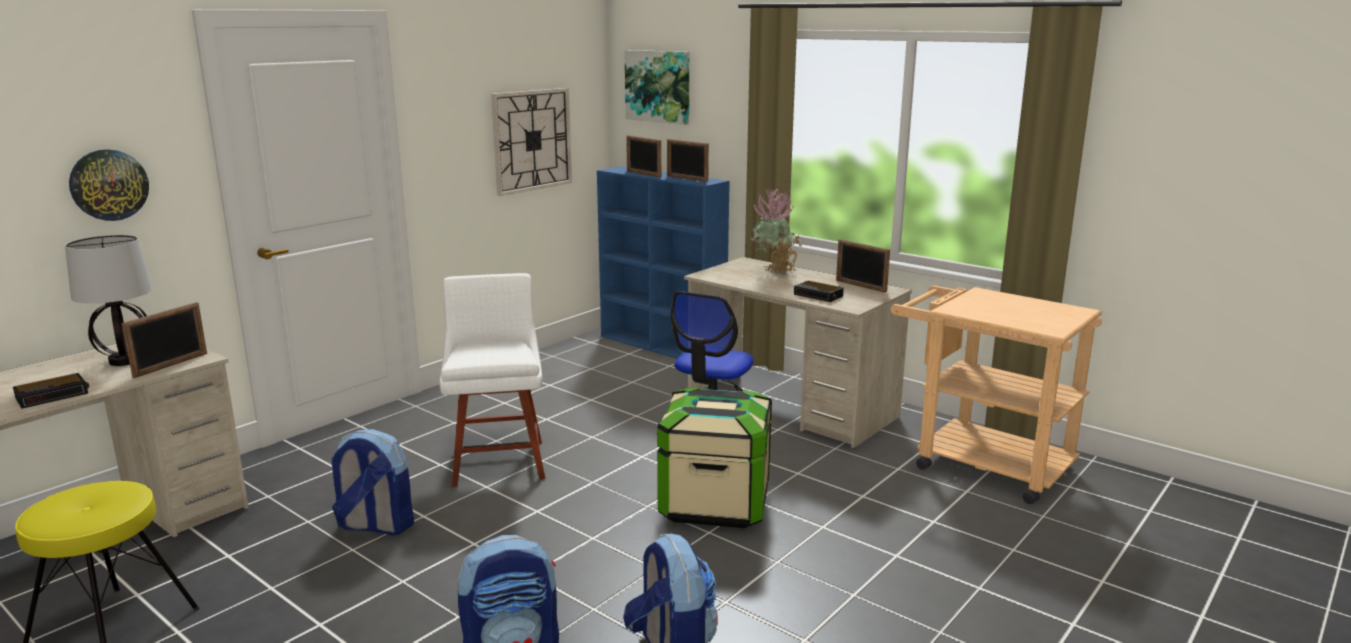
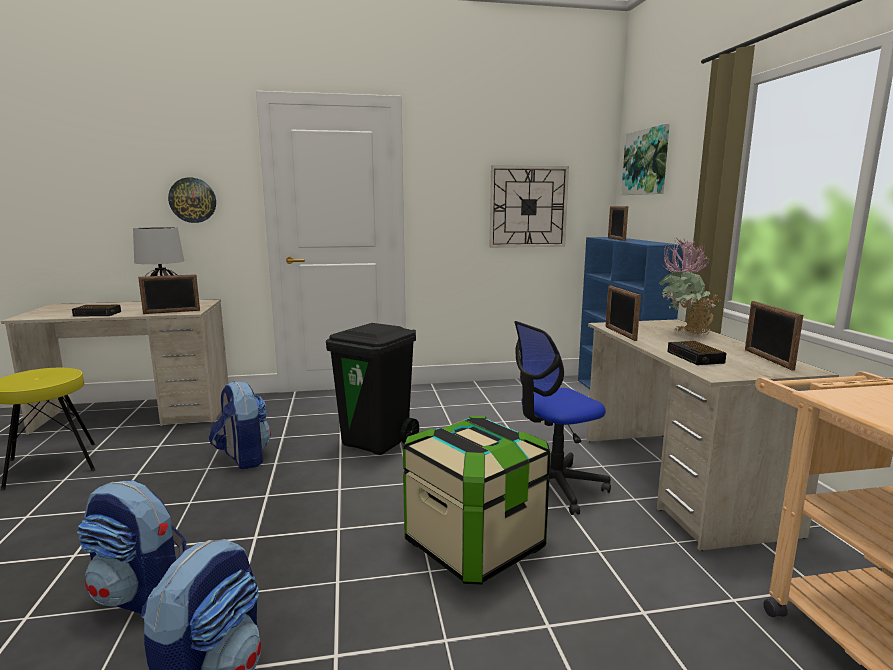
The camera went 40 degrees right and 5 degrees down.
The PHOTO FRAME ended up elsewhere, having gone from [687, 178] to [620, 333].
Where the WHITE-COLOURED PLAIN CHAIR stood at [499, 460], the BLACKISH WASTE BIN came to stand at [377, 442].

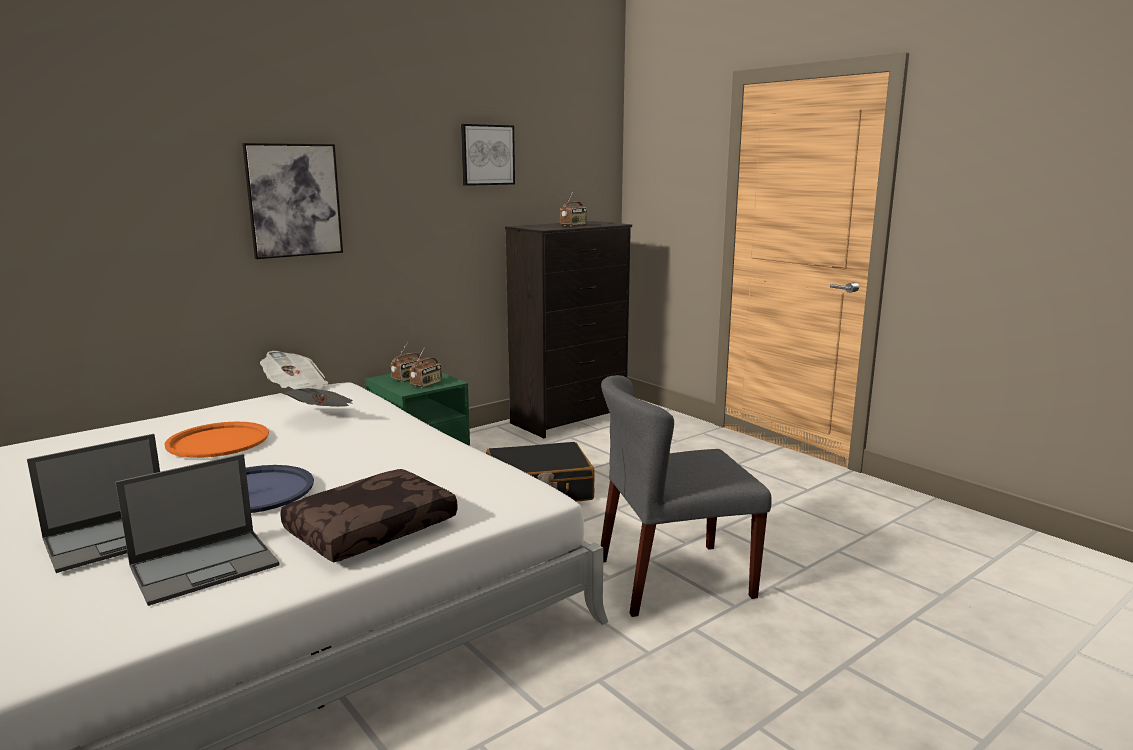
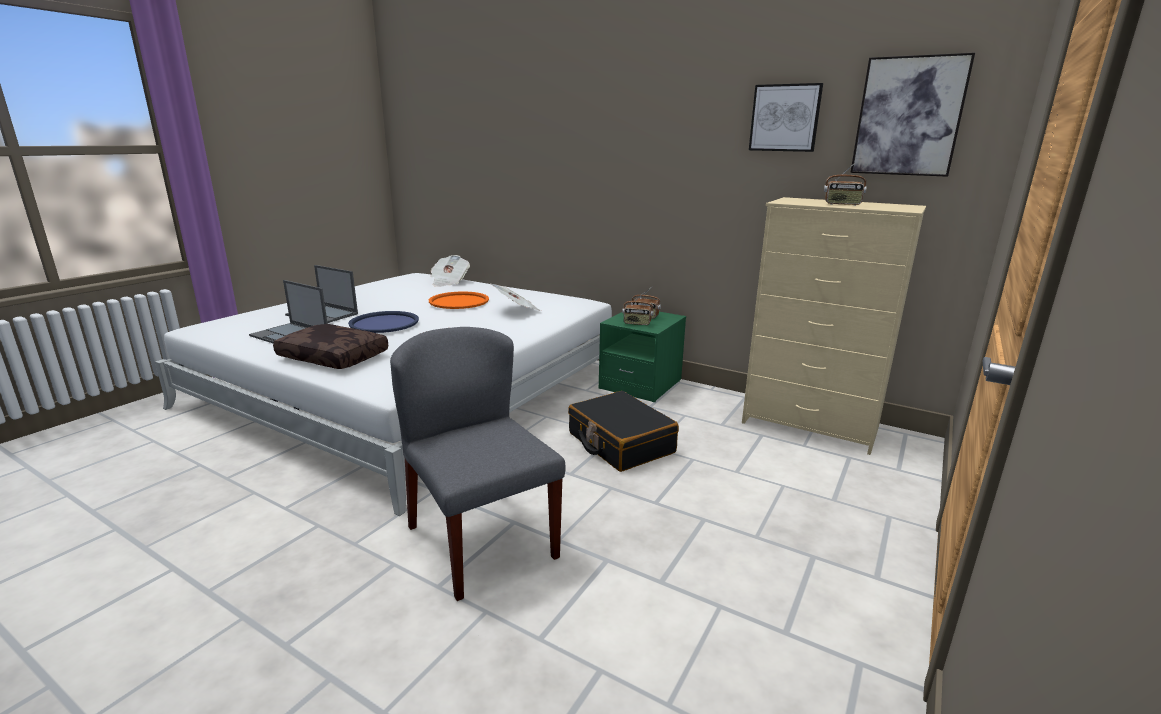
The camera went 70 degrees right and 5 degrees up.
The WALL ART ended up elsewhere, having gone from [294, 200] to [908, 116].
What was the BLACKISH CHEST OF DRAWERS at [570, 419] turned into the BEIGE-COLOURED CHEST OF DRAWERS at [810, 426].
The DAILY PAPER ended up elsewhere, having gone from [296, 389] to [449, 282].

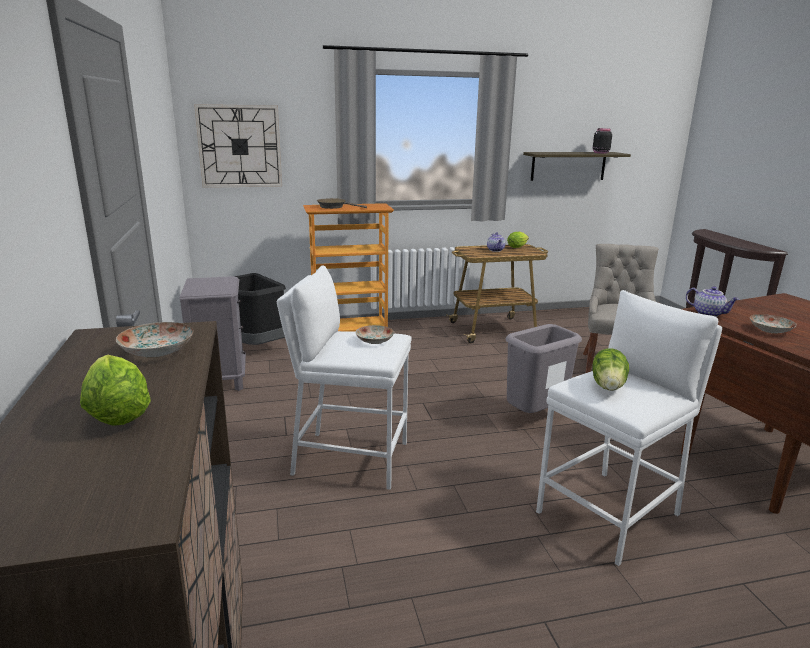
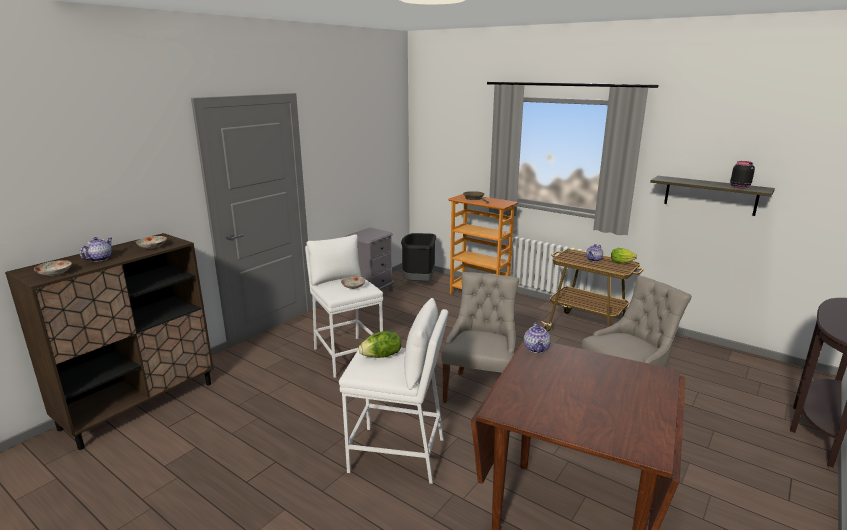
The camera went 50 degrees right and 0 degrees up.
The second view lost the CLOCK ON THE WALL at [240, 146].
The FLAT DISH ended up elsewhere, having gone from [770, 330] to [55, 273].
Where the GRAY WASTE BIN stood at [535, 416], the GRAY PLAIN CHAIR came to stand at [480, 390].
Where the LETTUCE stood at [117, 412], the TEAPOT came to stand at [99, 259].

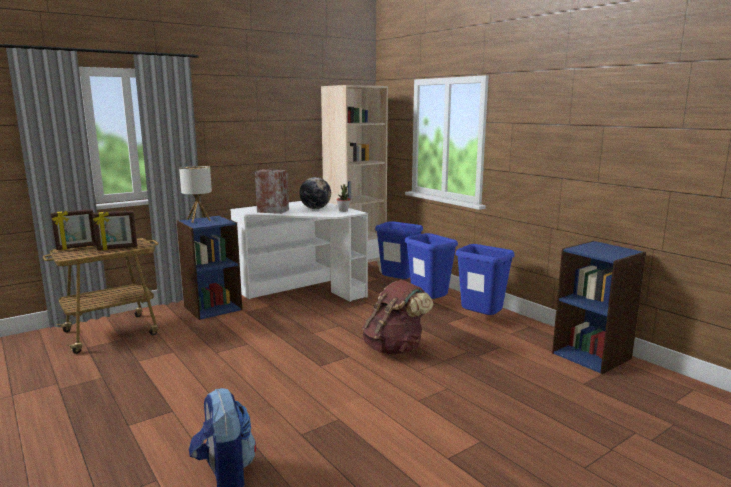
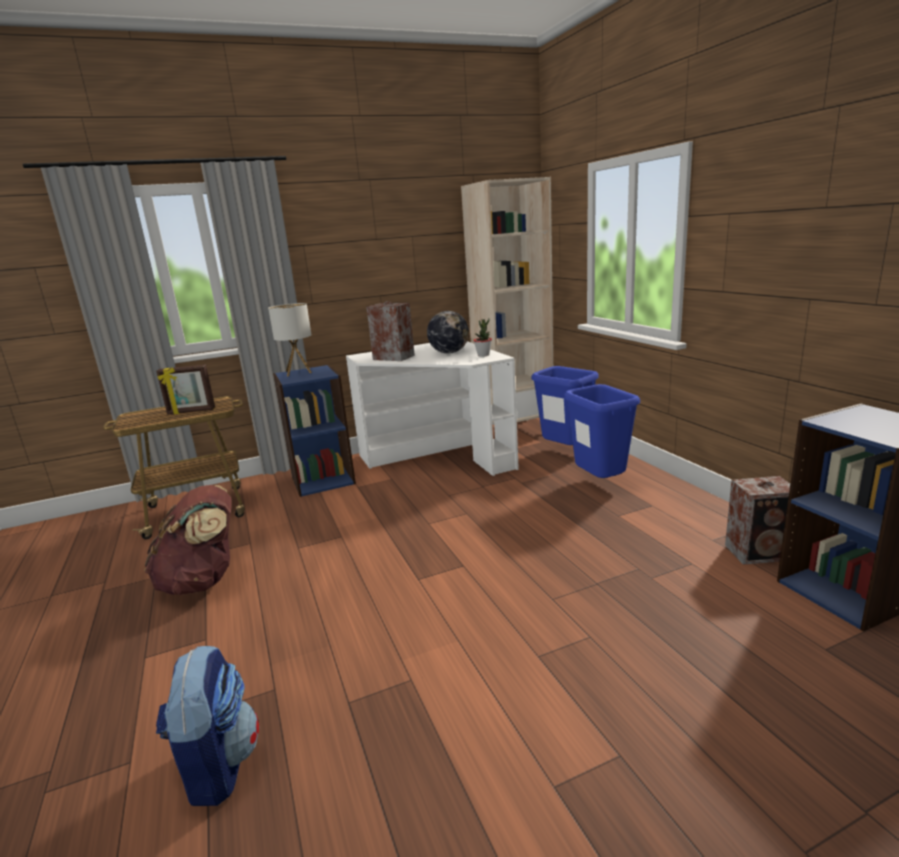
The camera went 15 degrees right and 5 degrees up.
The second view lost the PHOTO FRAME at [77, 247].
The second view lost the BLUISH WASTE BIN at [481, 321].
The BROWN RUCKSACK ended up elsewhere, having gone from [395, 348] to [203, 580].
The second view gained the AUDIO SPEAKER at [759, 553].

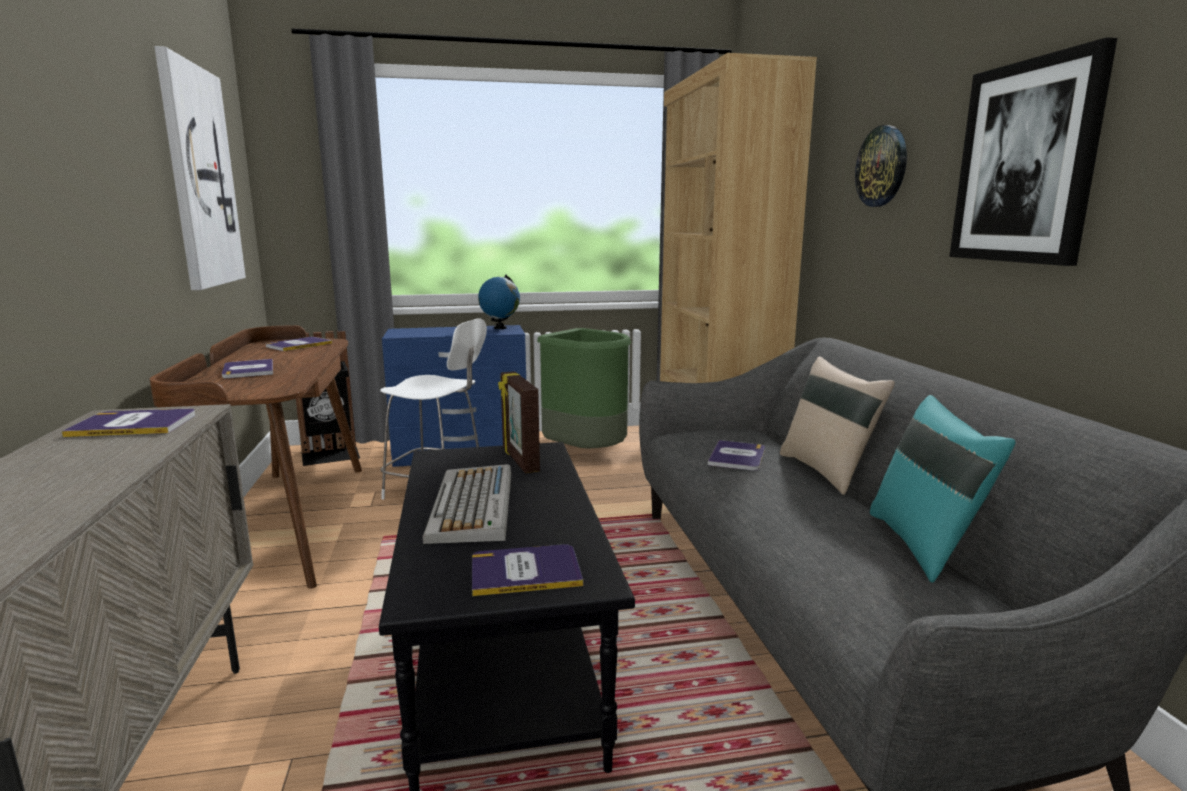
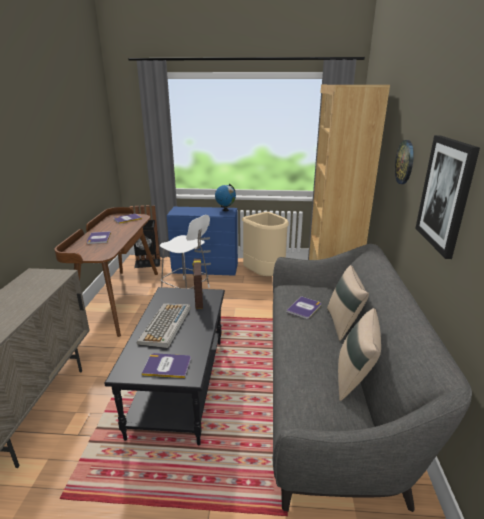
The camera went 15 degrees right and 10 degrees up.
The second view lost the WALL ART at [199, 177].
What was the GREEN-COLOURED WASTE BIN at [587, 453] turned into the BEIGE-COLOURED WASTE BIN at [265, 276].
What was the BLUE-GREEN THROW PILLOW at [925, 545] turned into the BEIGE-COLOURED THROW PILLOW at [354, 379].
The second view lost the BOUND BOOK at [134, 425].

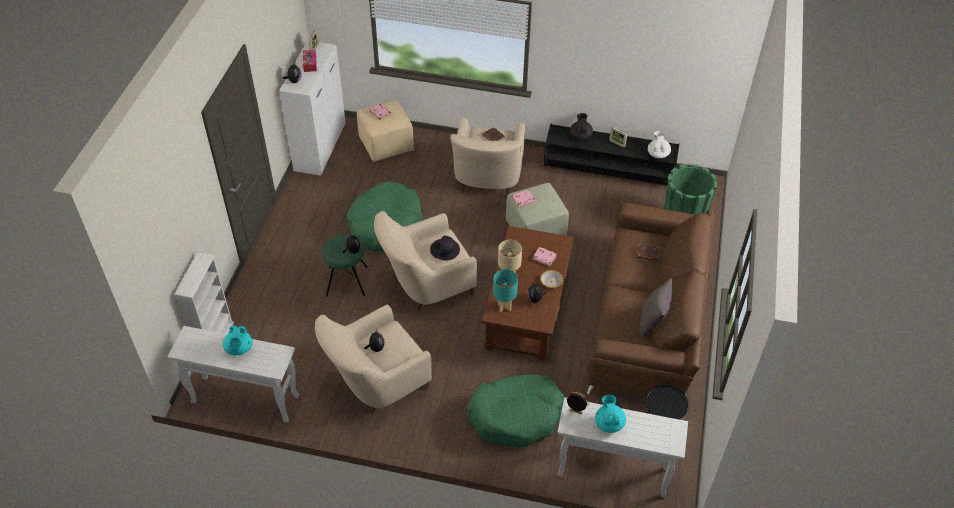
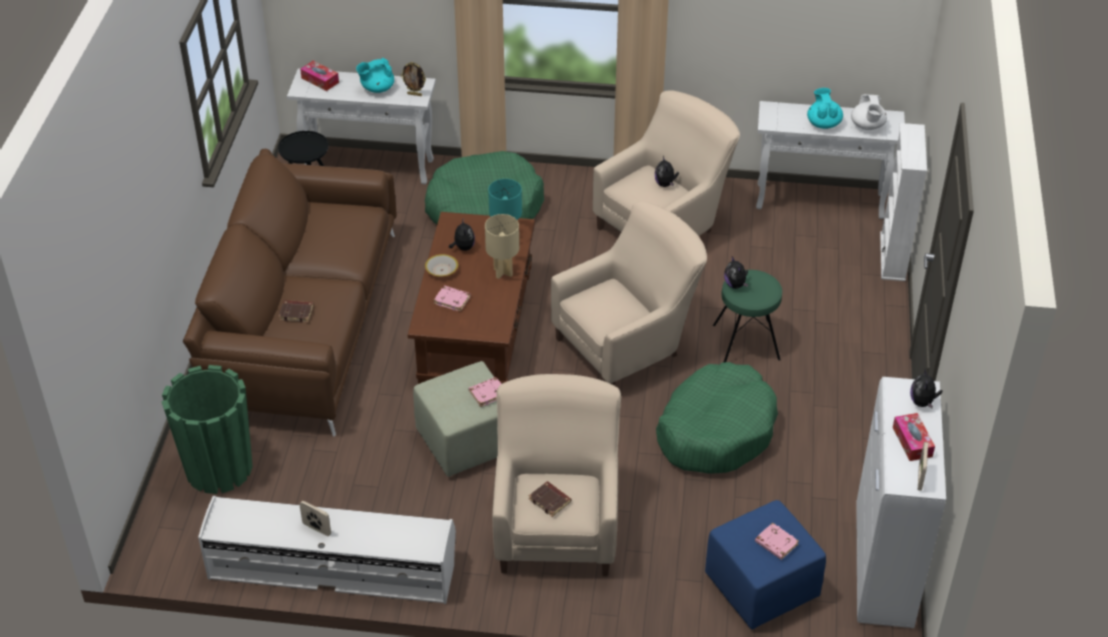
The camera went 175 degrees right and 5 degrees down.
What was the BEIGE-COLOURED FOOTREST at [385, 145] turned into the BLUISH FOOTREST at [762, 585].
The second view lost the BLACKISH TEAPOT at [580, 136].
What was the BLACKISH MEDIA CONSOLE at [608, 170] turned into the WHITE-COLOURED MEDIA CONSOLE at [332, 565].
The WHITE-COLOURED TEAPOT ended up elsewhere, having gone from [658, 154] to [867, 126].
The second view lost the BLACKISH WEARABLE HAT at [445, 250].
The second view lost the GRAY THROW PILLOW at [652, 321].
The BLUE-GREEN TEAPOT at [609, 423] ended up facing another way, 75 degrees clockwise from before.
The second view gained the TISSUE HOLDER at [320, 80].

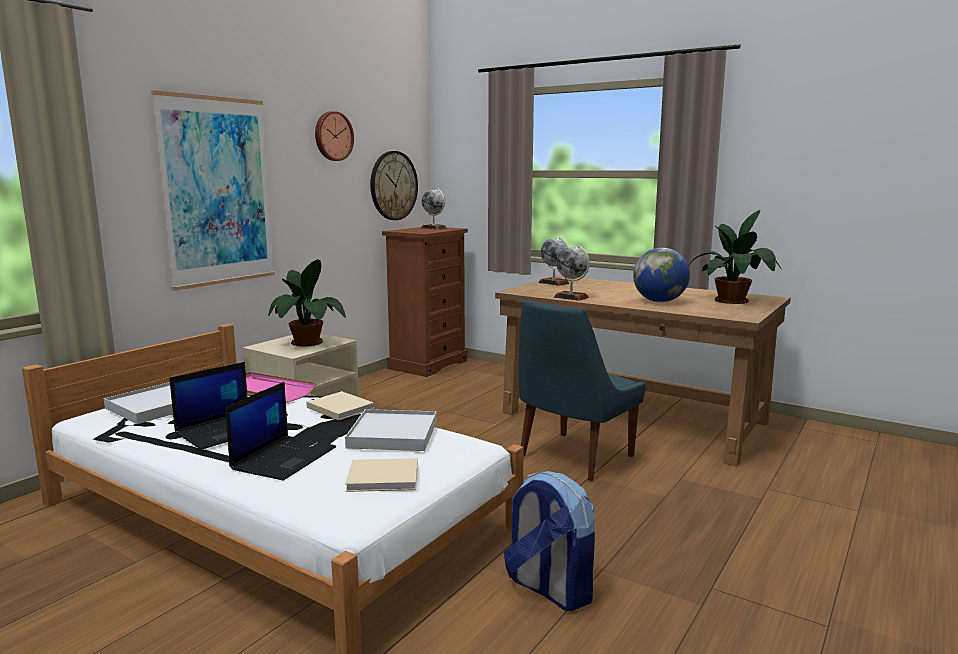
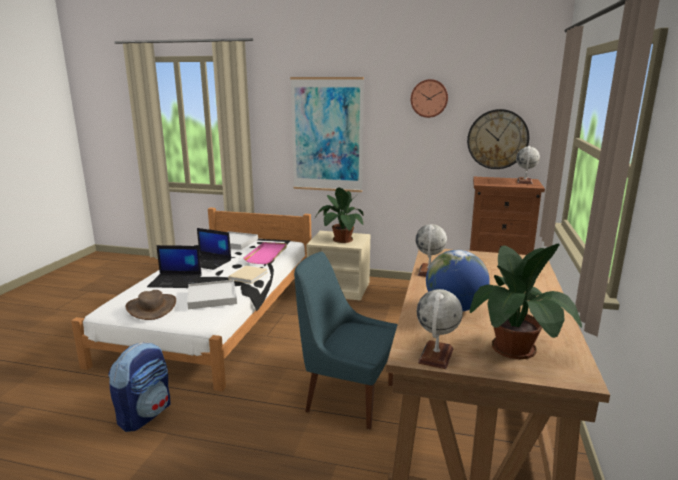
The camera went 70 degrees right and 5 degrees up.
The DESK GLOBE ended up elsewhere, having gone from [553, 283] to [436, 356].
Where the BEIGE-COLOURED BOUND BOOK stood at [385, 478], the BROWN WEARABLE HAT came to stand at [152, 307].

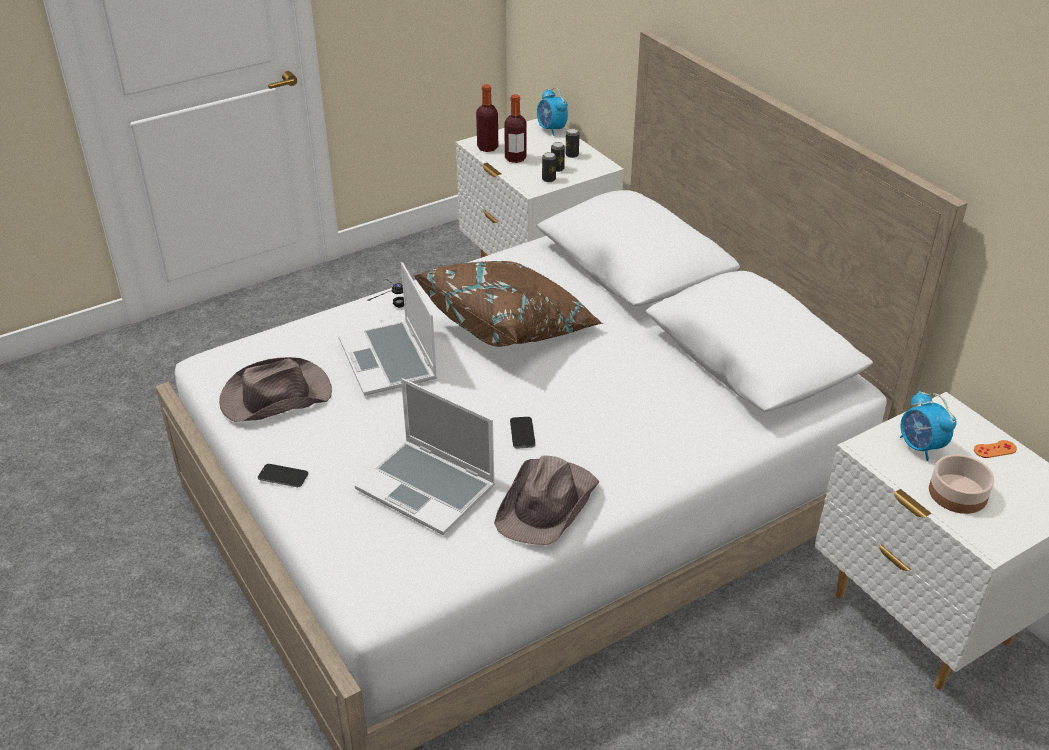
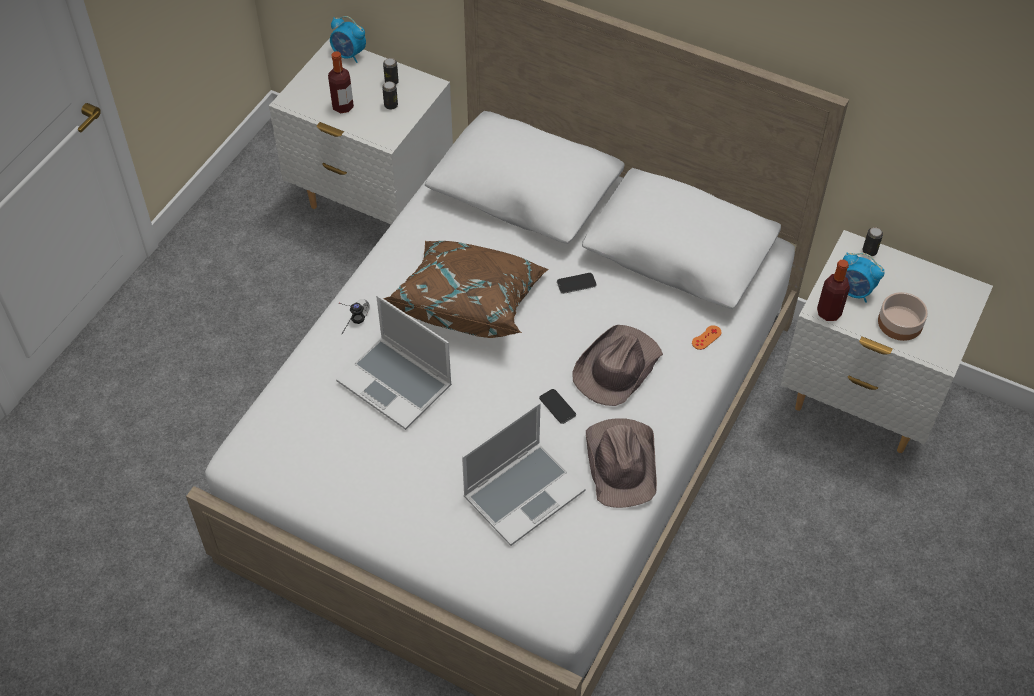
The camera went 30 degrees left and 15 degrees up.
The BOTTLE ended up elsewhere, having gone from [487, 148] to [828, 313].
The CAN ended up elsewhere, having gone from [548, 179] to [869, 251].
The BROWN WEARABLE HAT ended up elsewhere, having gone from [274, 396] to [616, 368].
The NOTEBOOK COMPUTER at [428, 488] ended up facing another way, 45 degrees counterclockwise from before.
The ORANGE GAME CONTROLLER ended up elsewhere, having gone from [995, 449] to [706, 337].
The PHONE ended up elsewhere, having gone from [283, 476] to [576, 284].

